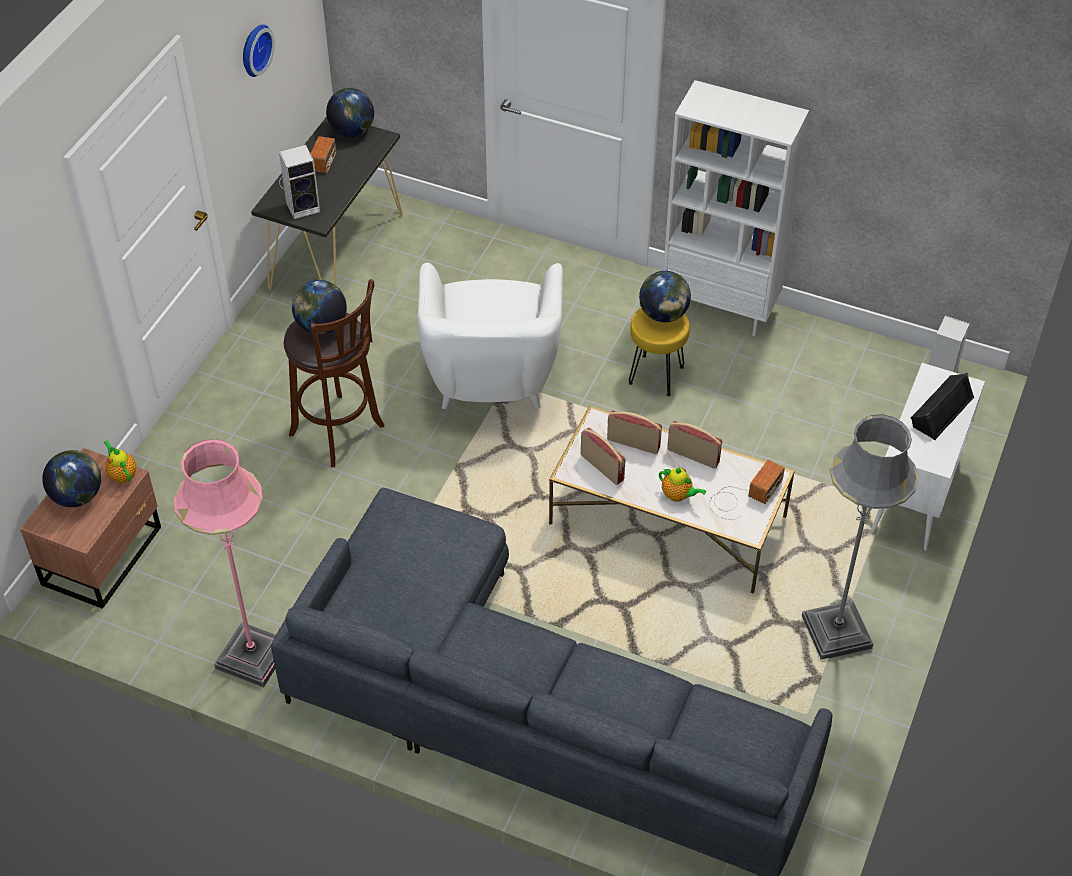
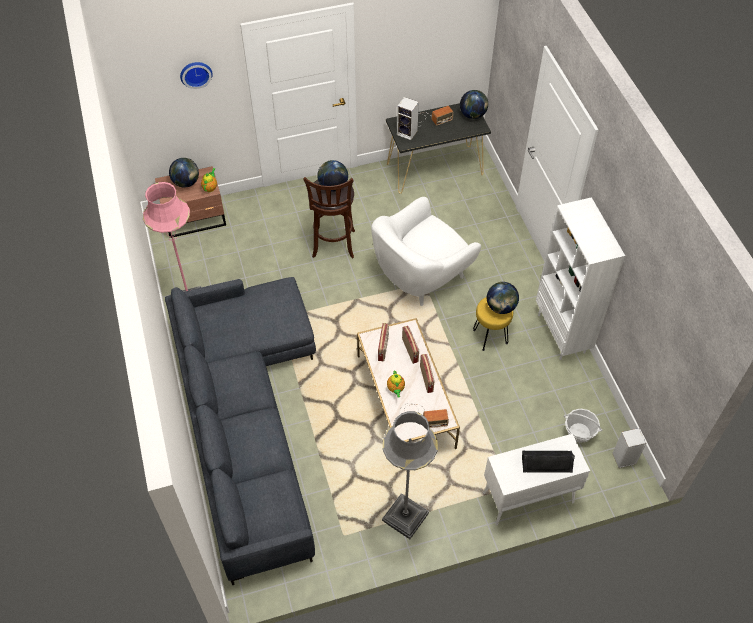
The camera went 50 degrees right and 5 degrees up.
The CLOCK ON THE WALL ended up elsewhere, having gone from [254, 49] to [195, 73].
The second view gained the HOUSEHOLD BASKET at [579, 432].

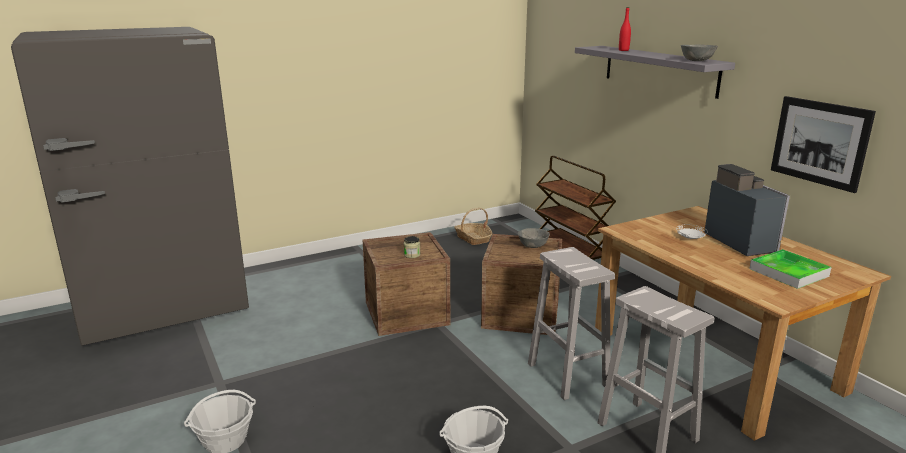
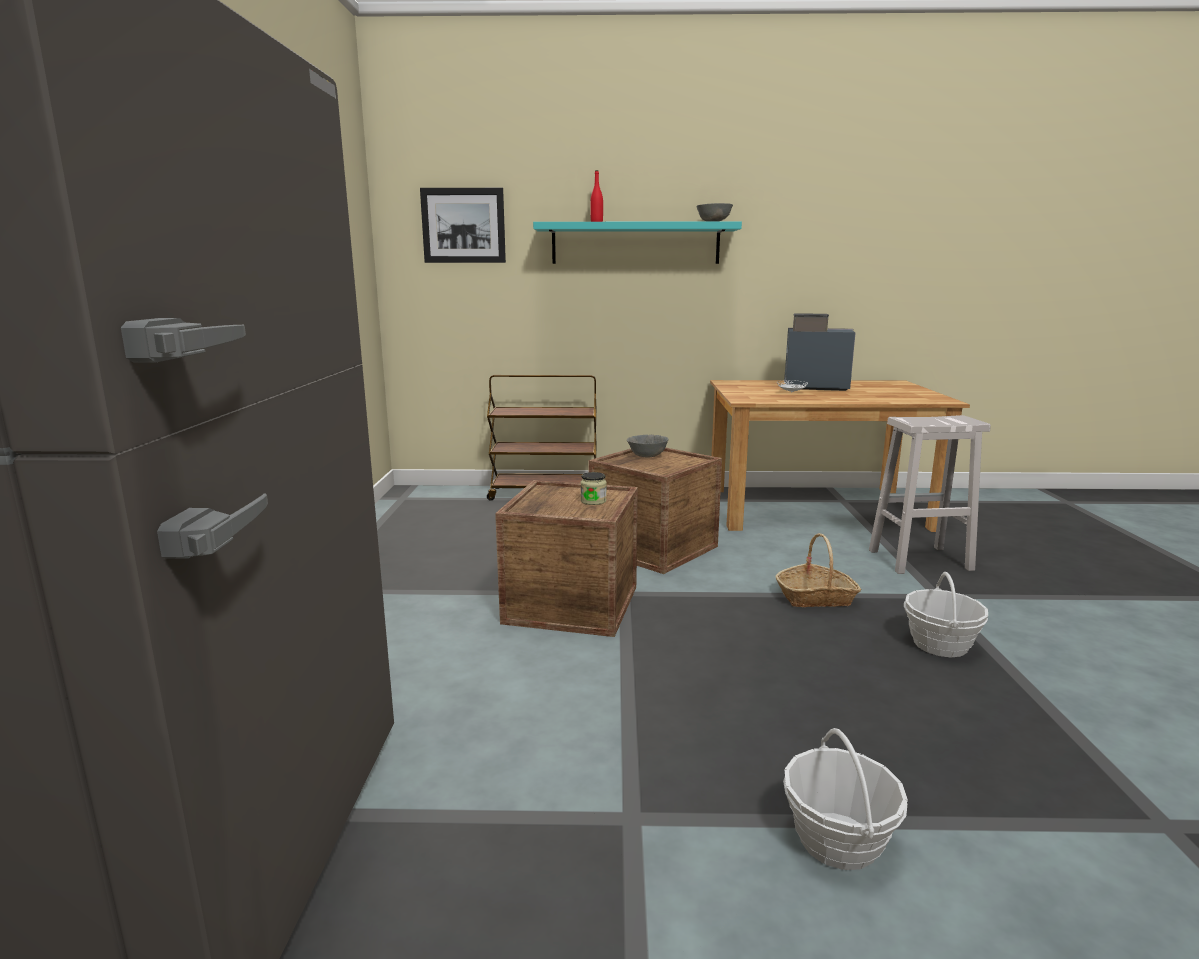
The camera went 60 degrees left and 5 degrees down.
What was the GRAY WALL SHELF at [659, 70] turned into the BLUE-GREEN WALL SHELF at [635, 244].
The WALL ART ended up elsewhere, having gone from [820, 142] to [463, 225].
The HOUSEHOLD BASKET ended up elsewhere, having gone from [473, 238] to [816, 598].
The second view lost the WHITE-COLOURED SITTING STOOL at [566, 374].
The second view lost the CARRYING TRAY at [788, 272].

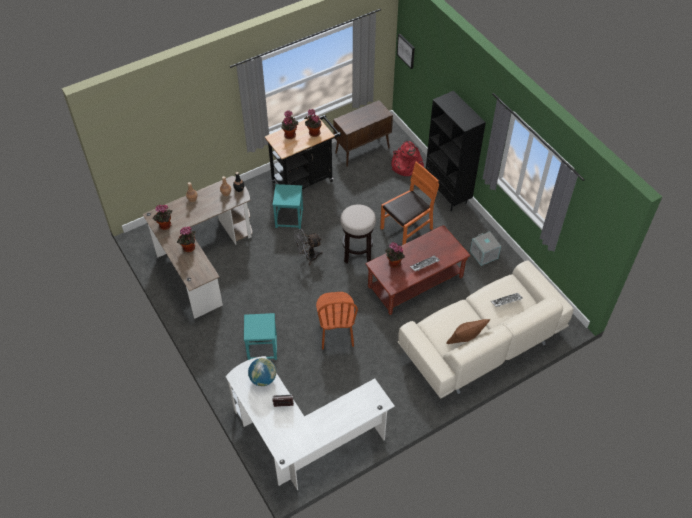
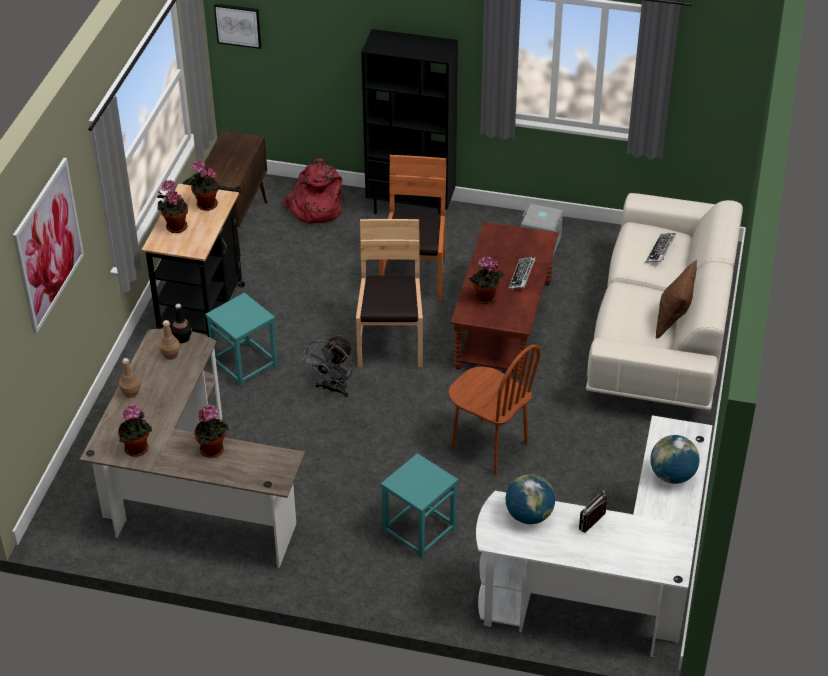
The camera went 45 degrees left and 10 degrees down.
Where the SITTING STOOL stood at [357, 253], the BROWN PLAIN CHAIR came to stand at [390, 342].
The second view gained the WALL ART at [48, 245].
The second view gained the DESK GLOBE at [672, 475].

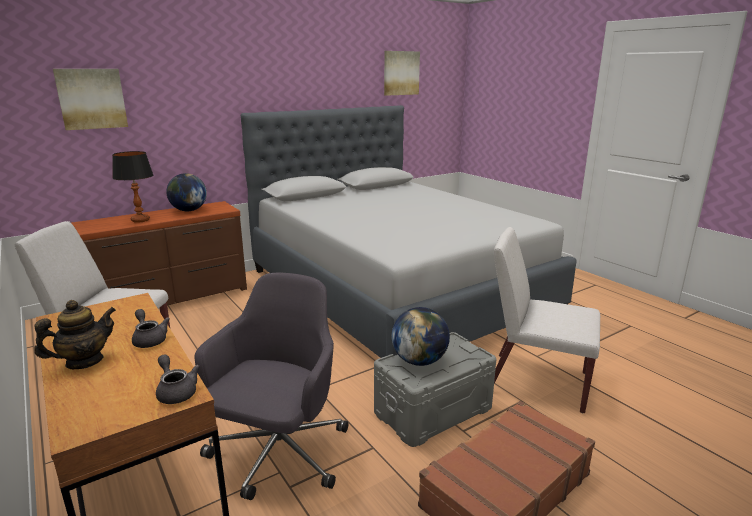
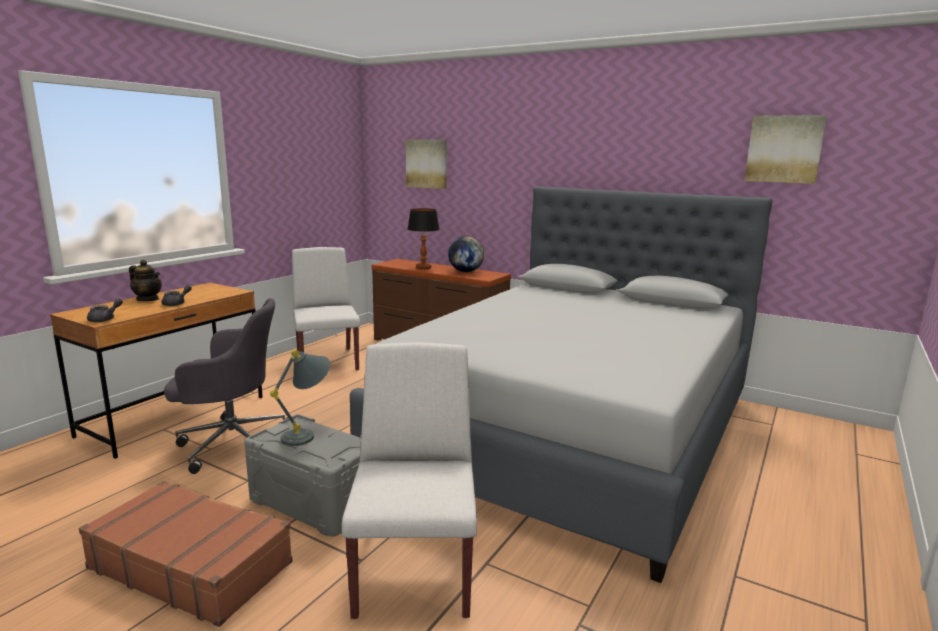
The camera went 65 degrees right and 5 degrees down.
Where the DESK GLOBE stood at [419, 361], the GRAY TABLETOP LAMP came to stand at [308, 434].

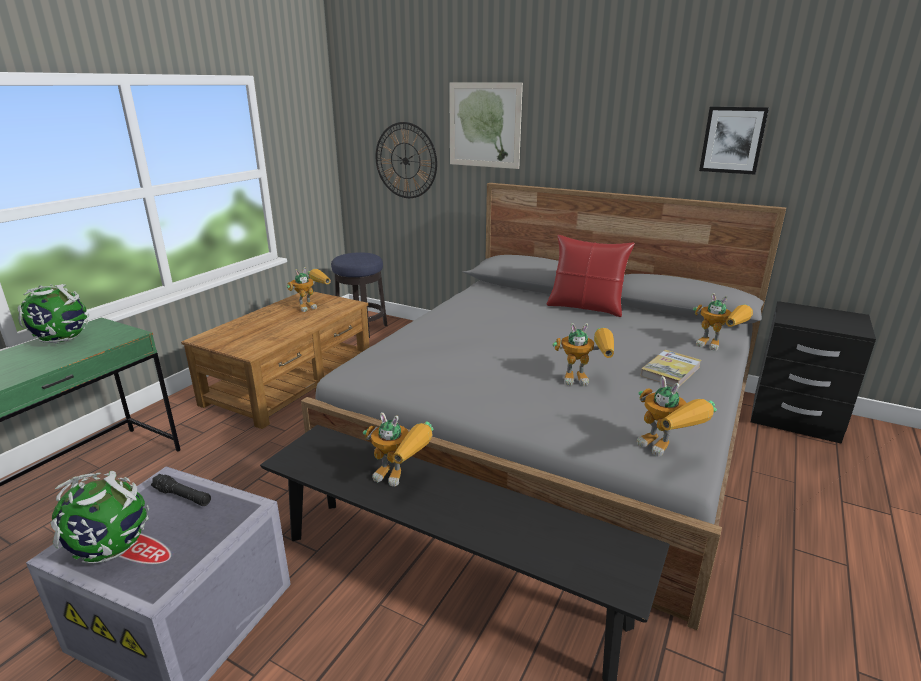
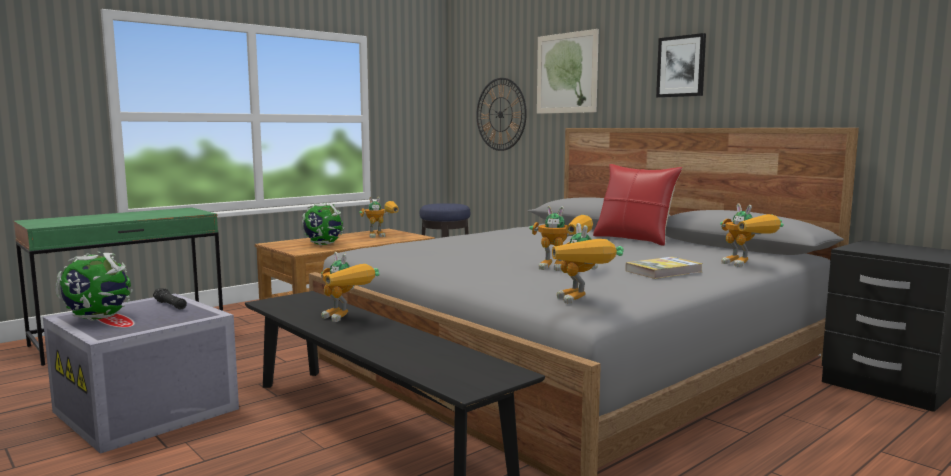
The camera went 20 degrees right and 15 degrees down.
The WALL ART ended up elsewhere, having gone from [733, 140] to [681, 66].
The DESK GLOBE ended up elsewhere, having gone from [62, 340] to [323, 244].

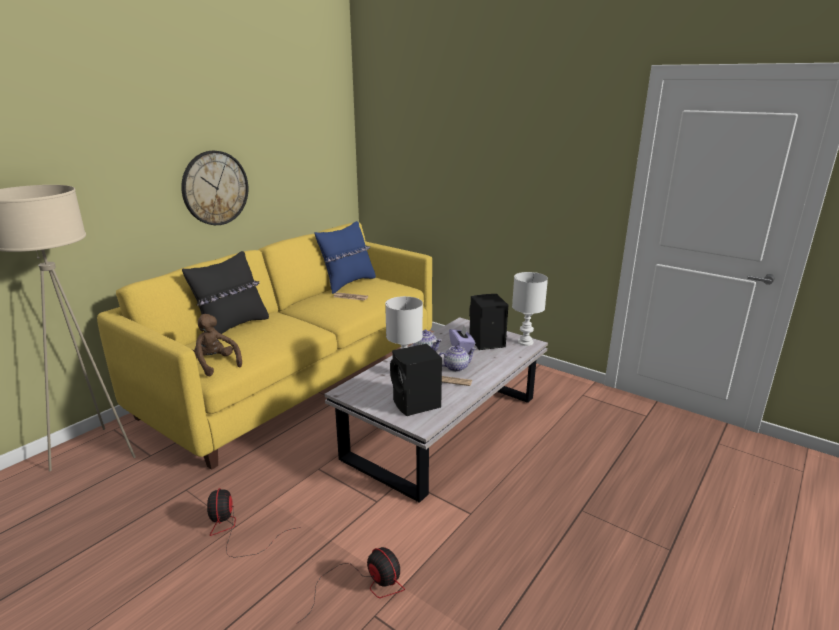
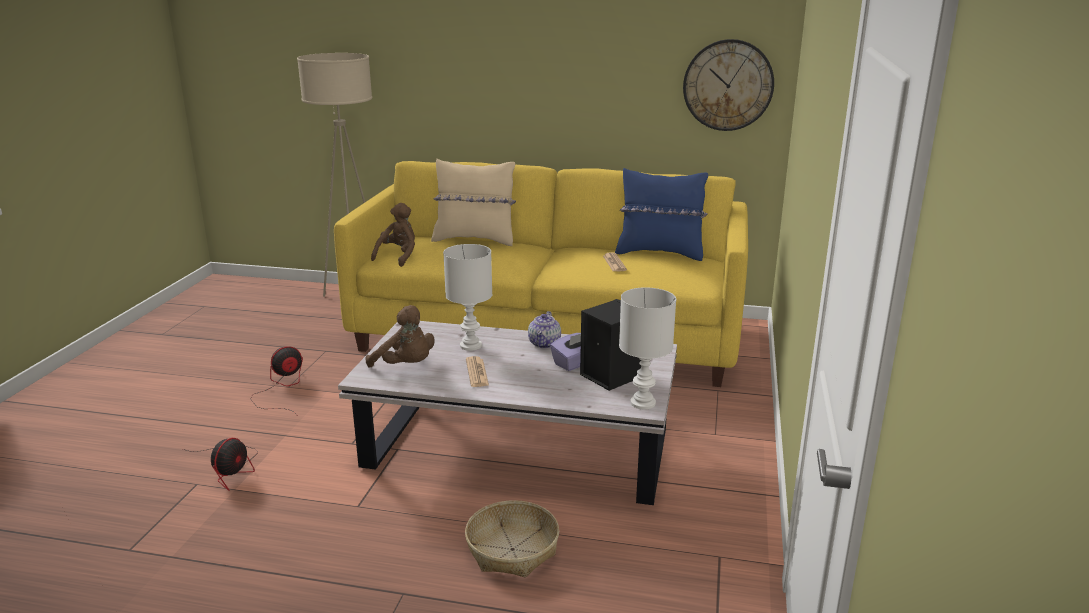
The camera went 65 degrees right and 0 degrees up.
The CLOCK ON THE WALL ended up elsewhere, having gone from [215, 188] to [728, 85].
What was the BLACKISH THROW PILLOW at [232, 327] turned into the BEIGE-COLOURED THROW PILLOW at [475, 240].
Where the BLACKISH AUDIO SPEAKER stood at [416, 404], the BROWN SOFT TOY came to stand at [406, 366].
The second view lost the TEAPOT at [456, 367].
The second view gained the HOUSEHOLD BASKET at [512, 550].

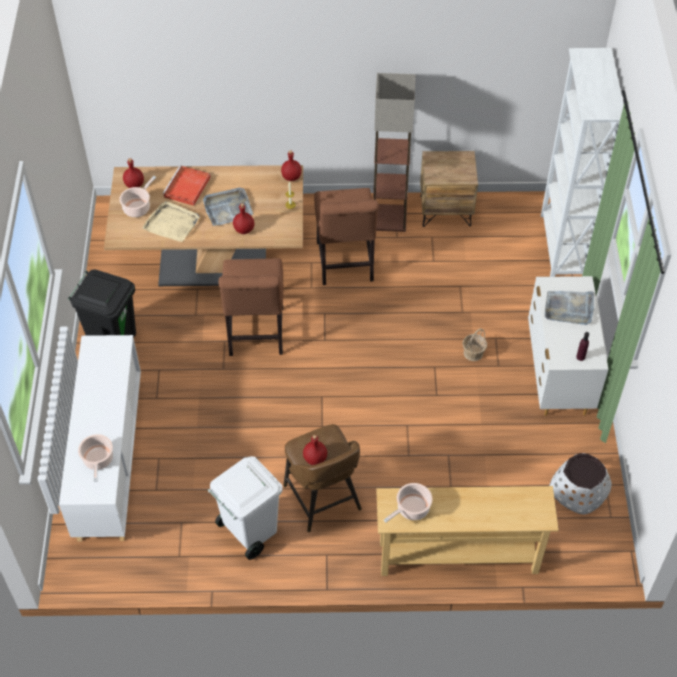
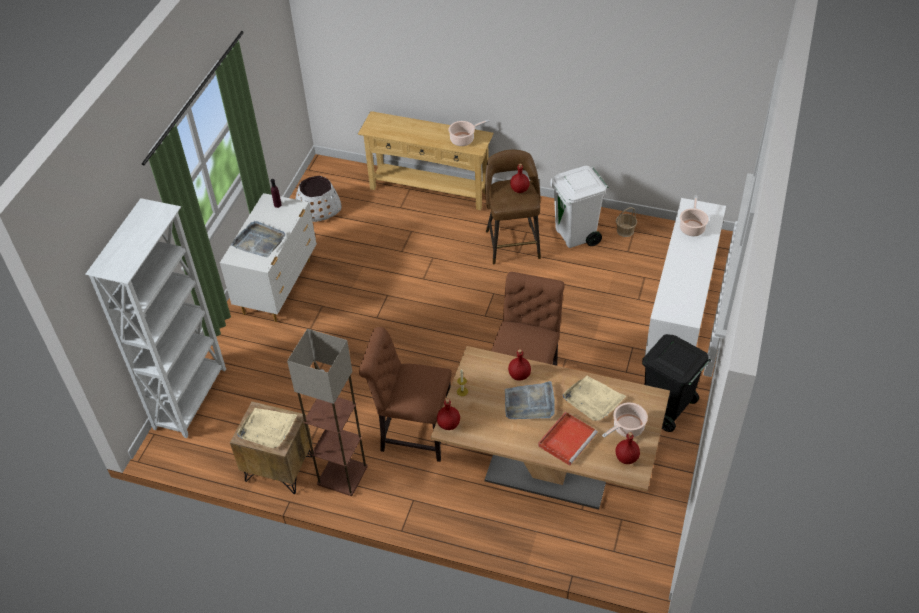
The camera went 160 degrees left and 5 degrees down.
The BROWN PLAIN CHAIR at [345, 264] ended up facing another way, 90 degrees counterclockwise from before.
The HOUSEHOLD BASKET ended up elsewhere, having gone from [473, 353] to [625, 231].
The second view gained the BEIGE-COLOURED CARRYING TRAY at [267, 429].

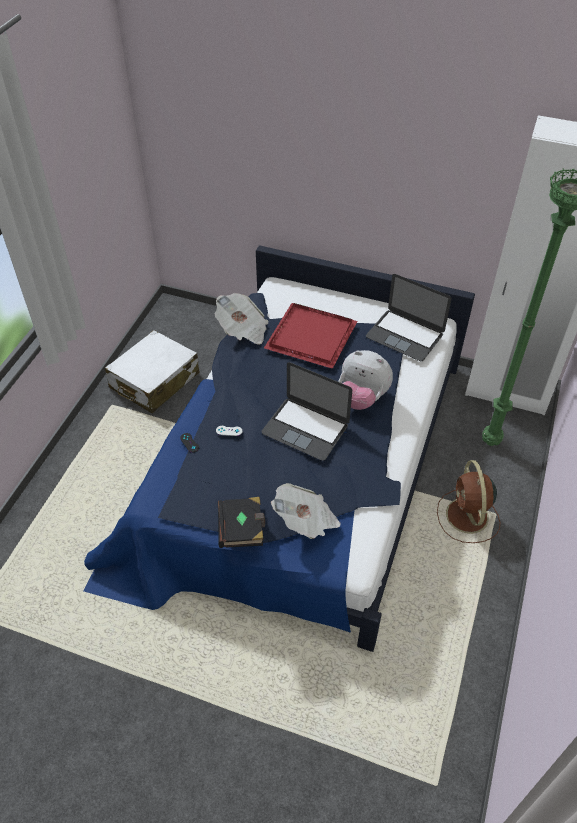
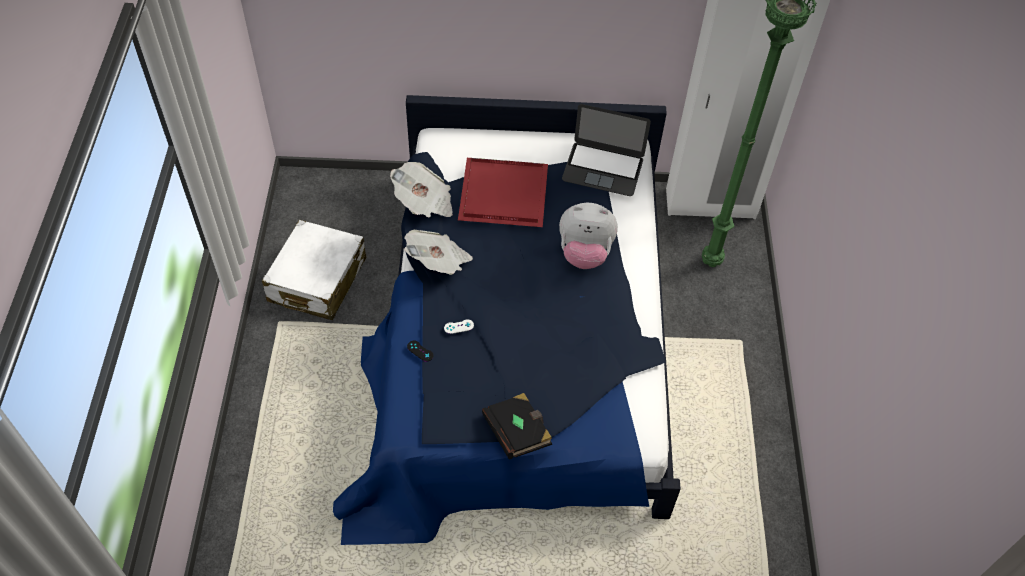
The camera went 20 degrees left and 5 degrees up.
The second view lost the NOTEBOOK COMPUTER at [305, 428].
The second view lost the BROWN FAN at [467, 517].
The DAILY PAPER ended up elsewhere, having gone from [306, 521] to [439, 262].

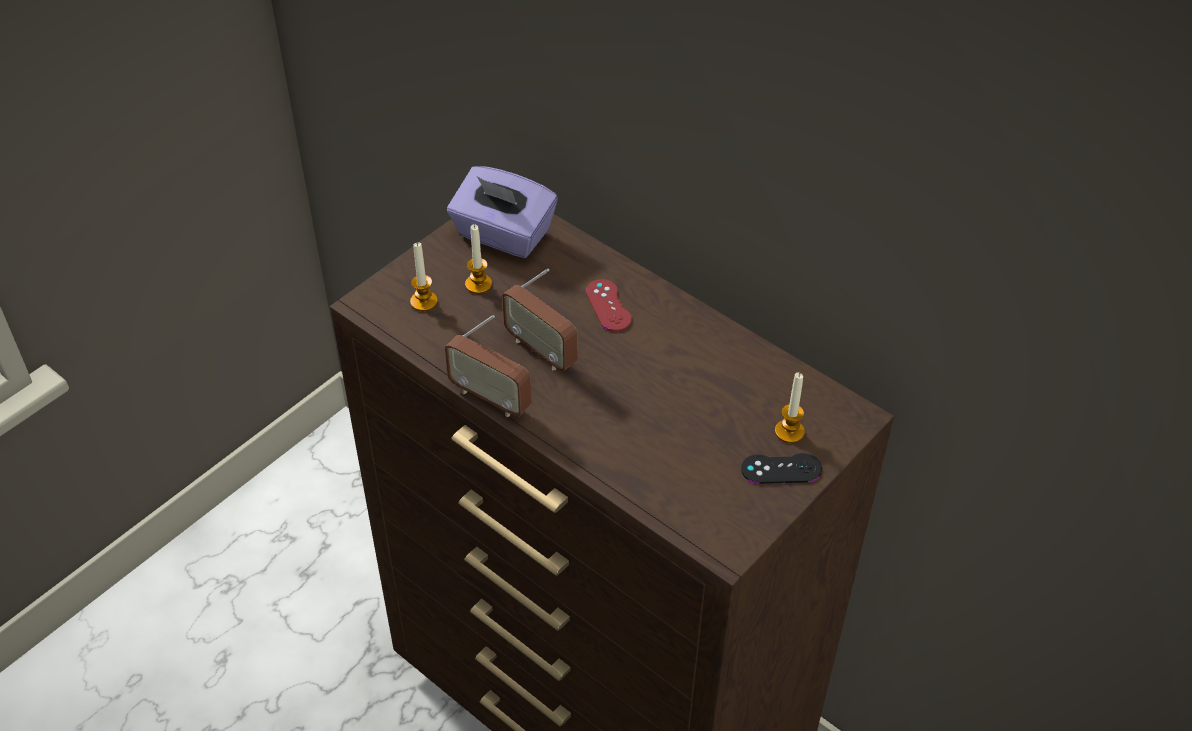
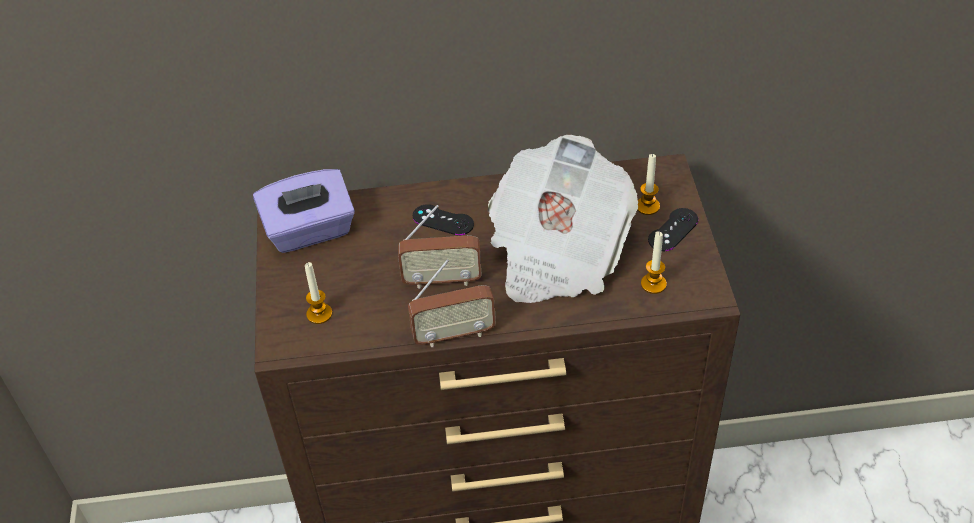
The camera went 45 degrees left and 0 degrees up.
The CANDLE ended up elsewhere, having gone from [478, 284] to [653, 284].
What was the REDDISH GAME CONTROLLER at [608, 305] turned into the BLACKISH GAME CONTROLLER at [443, 220].
The second view gained the DAILY PAPER at [557, 251].

